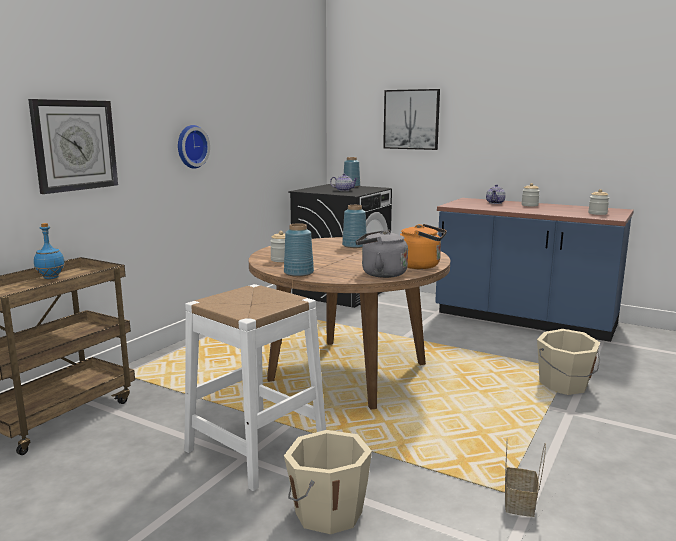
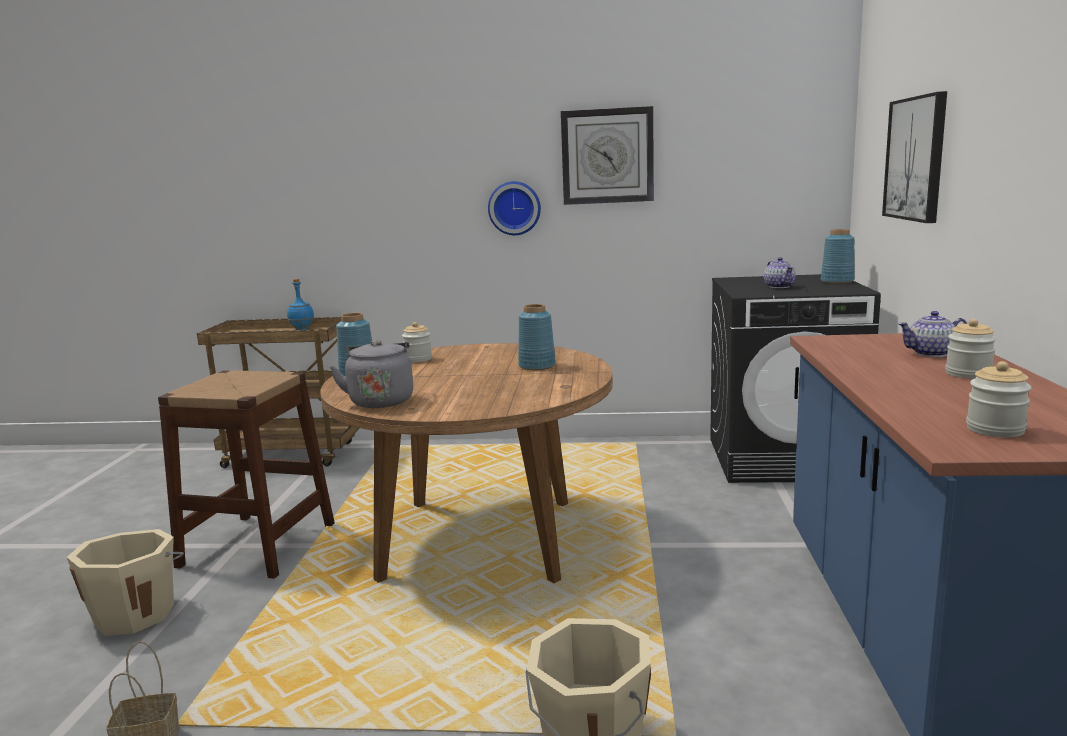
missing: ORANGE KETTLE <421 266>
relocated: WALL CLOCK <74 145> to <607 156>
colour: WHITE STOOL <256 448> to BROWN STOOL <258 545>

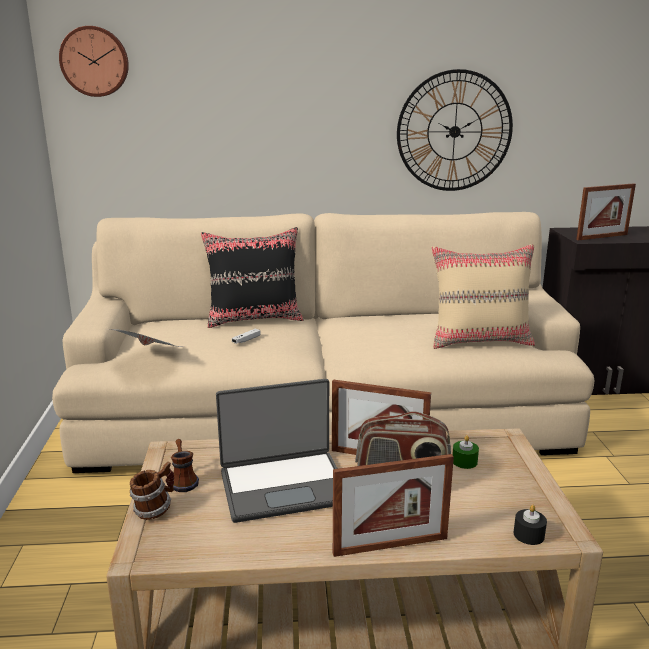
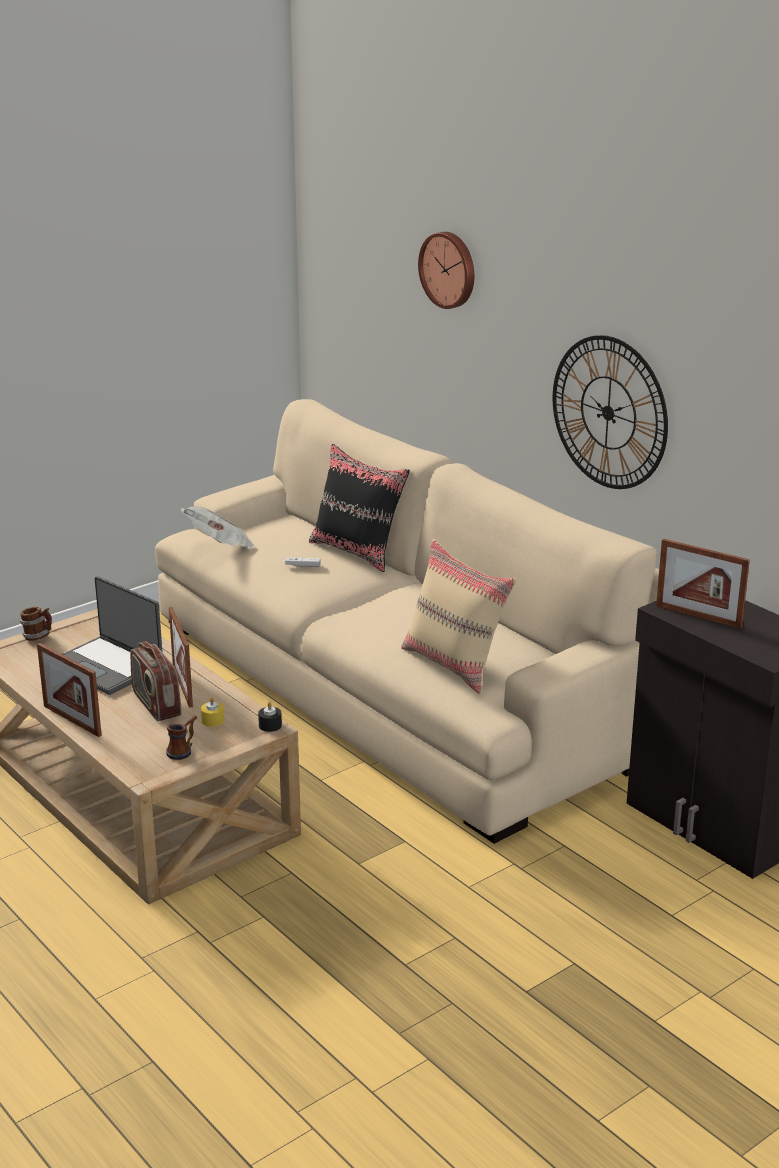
relocated: WALL CLOCK <95 61> to <449 269>; MUG <183 480> to <183 750>; BLACK CANDLE <528 534> to <270 725>
colour: GREEN CANDLE <464 461> to YELLOW CANDLE <213 720>

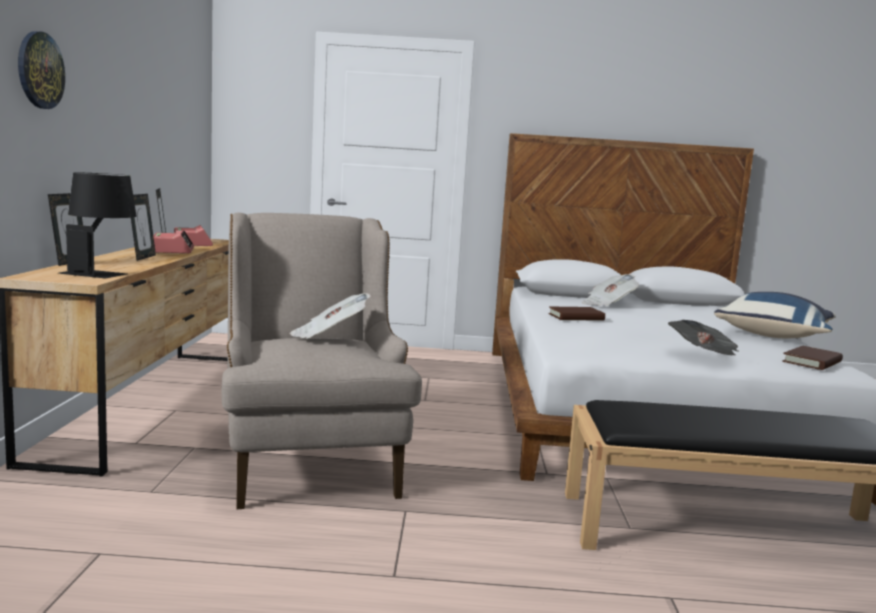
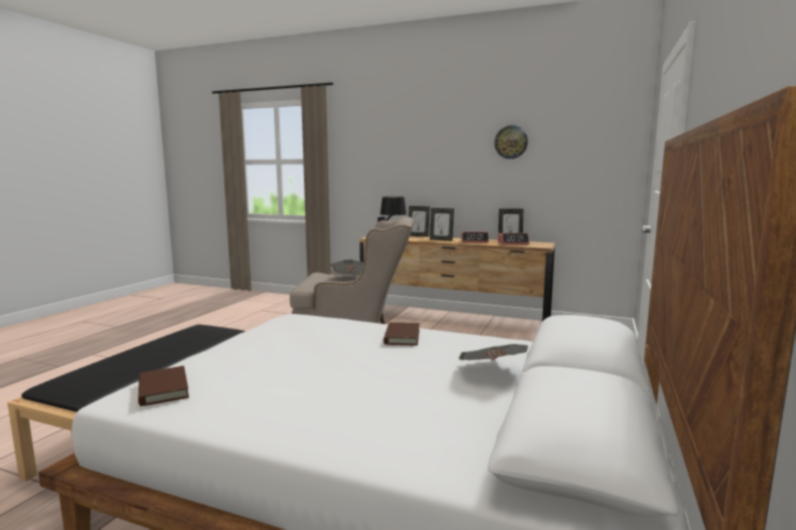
missing: NEWSPAPER <703 357>; BLUE PILLOW <774 336>
relocated: WALL CLOCK <39 70> to <511 142>

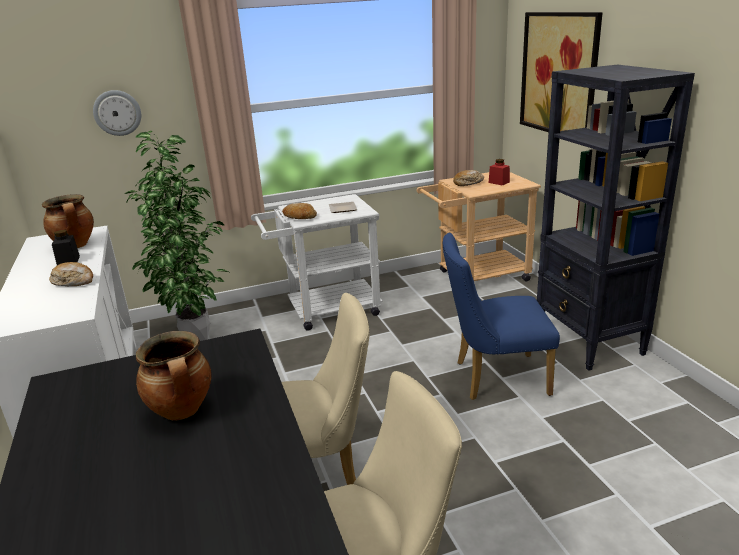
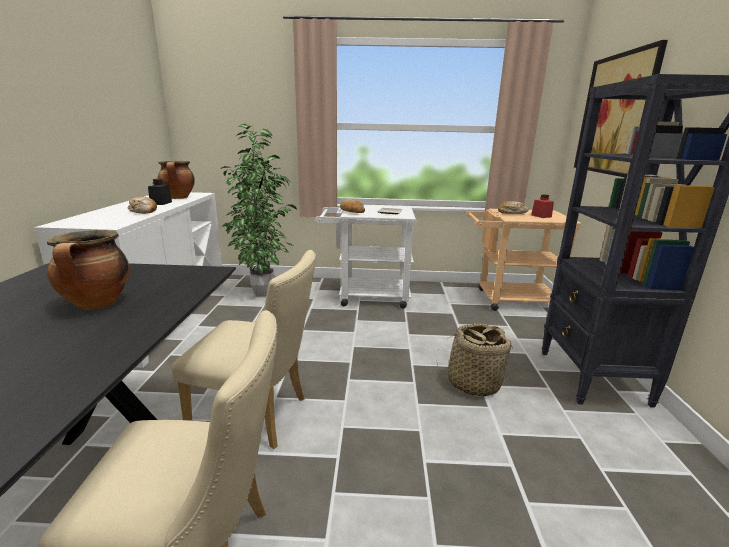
missing: WALL CLOCK <117 113>
exchanged: BLUE CHAIR <494 378> to BASKET <473 383>

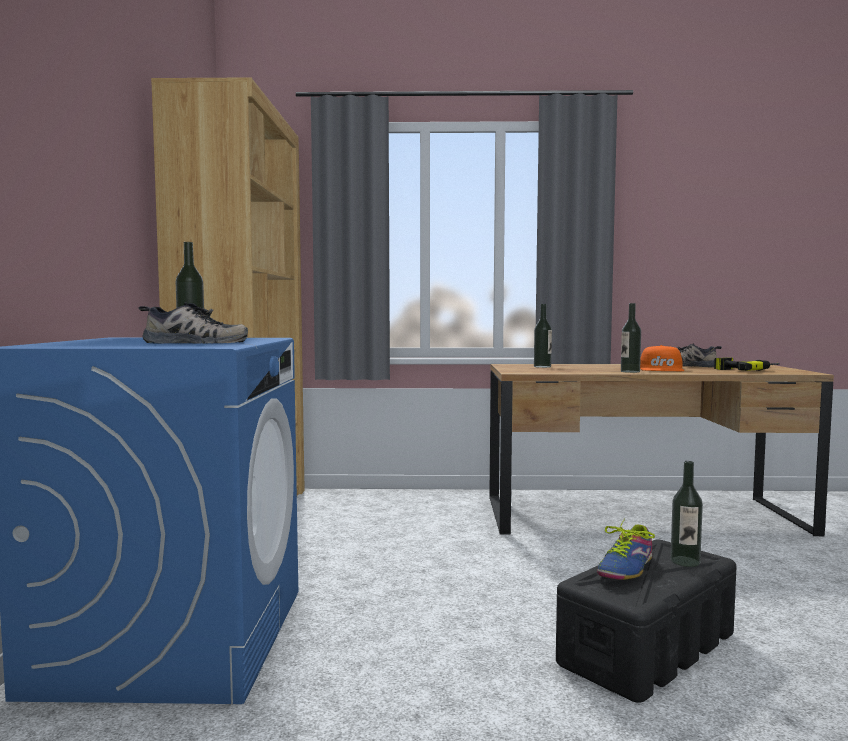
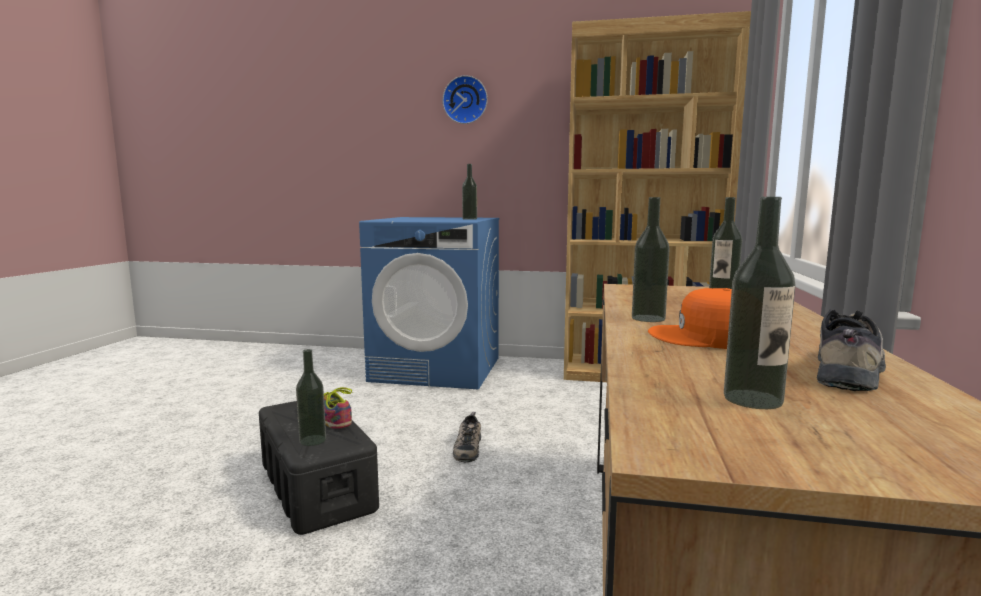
appeared: WALL CLOCK <465 100>
relocated: SHOE <193 342> to <467 447>
exchanged: POWER DRILL <746 369> to BOTTLE <753 399>

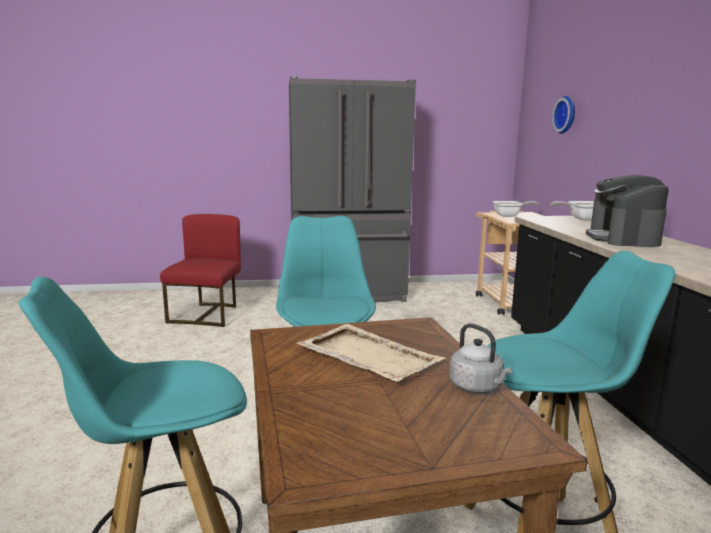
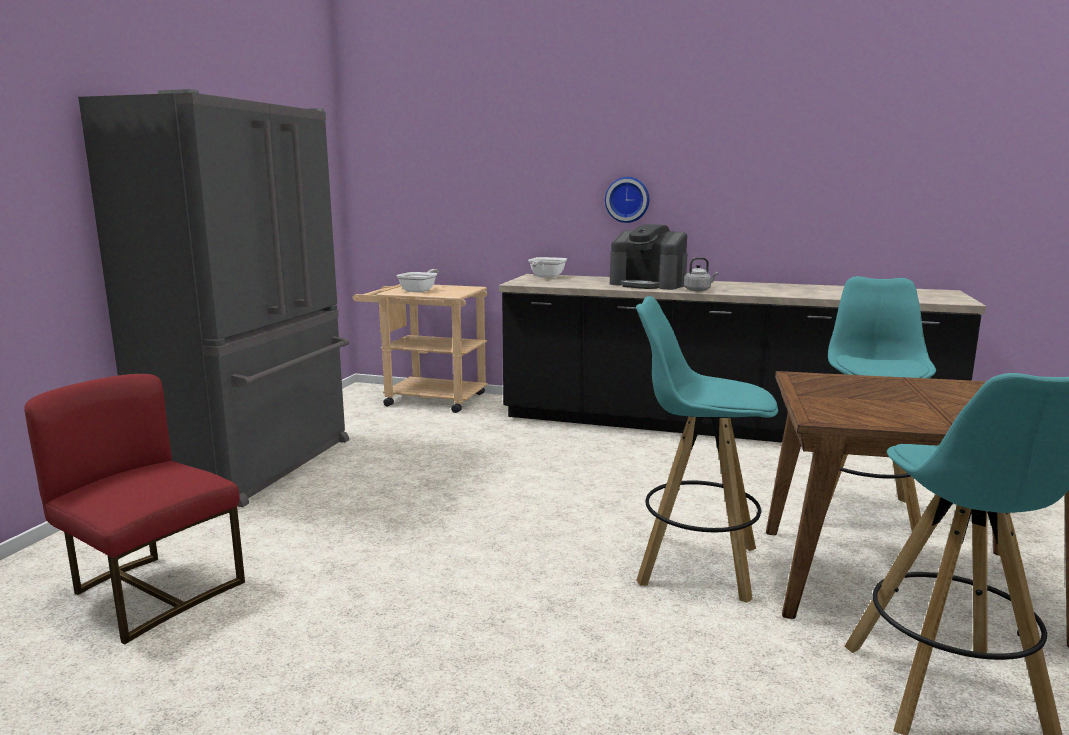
missing: BEIGE TRAY <368 356>
relocated: GREY KETTLE <478 387> to <698 290>; WALL CLOCK <566 115> to <627 199>

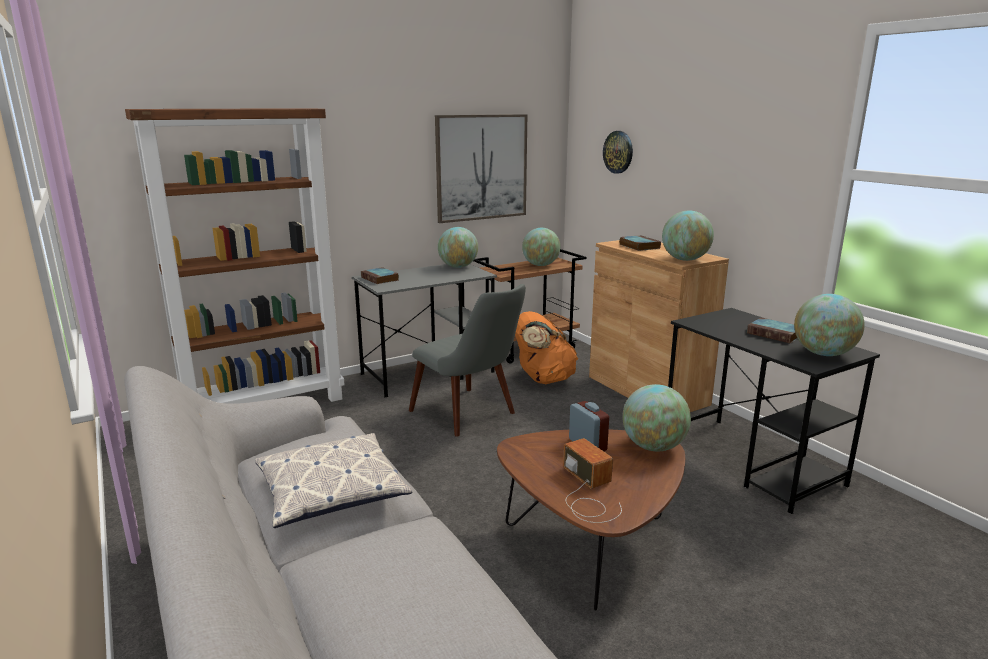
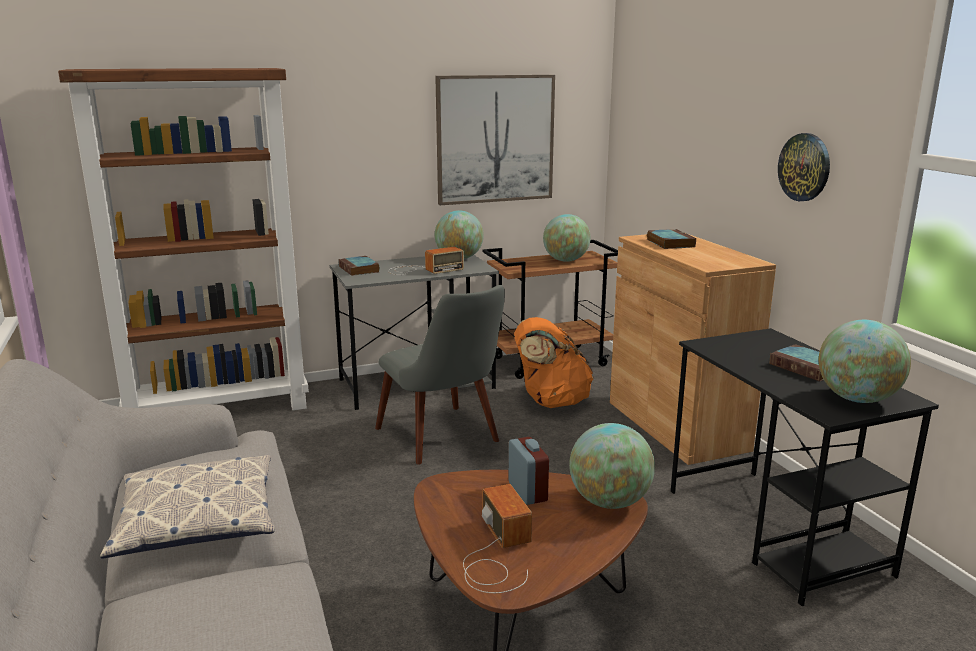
missing: GLOBE <685 260>
appeared: RADIO <422 270>
relocated: WALL CLOCK <618 152> to <804 167>

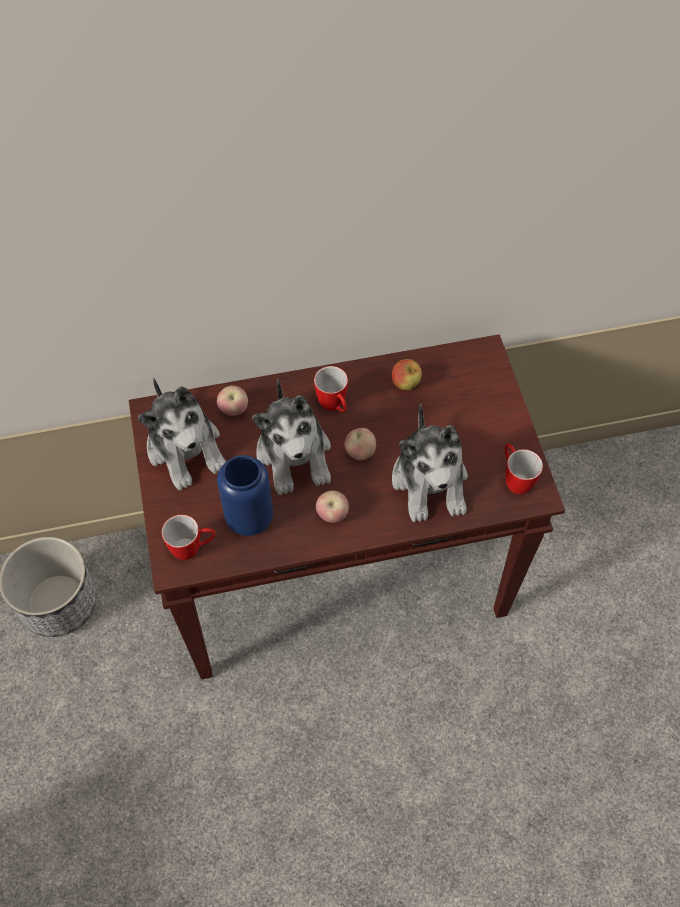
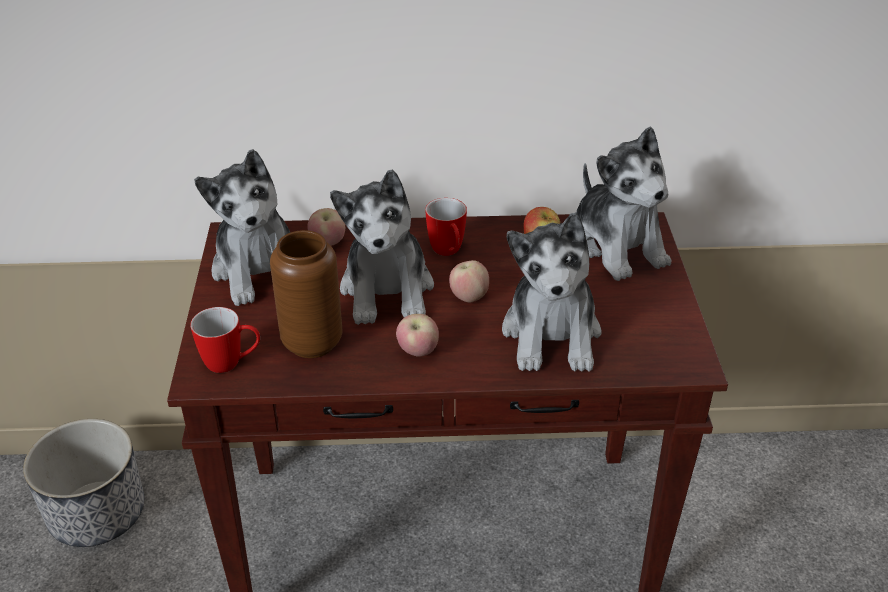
missing: MUG <514 479>
appeared: PLUSH TOY <617 246>
colour: BLUE VASE <249 518> to BROWN VASE <312 343>

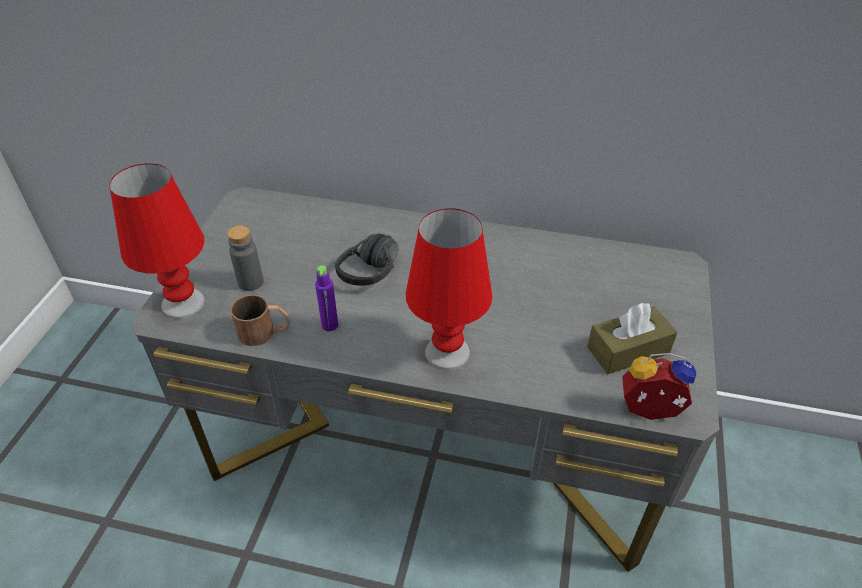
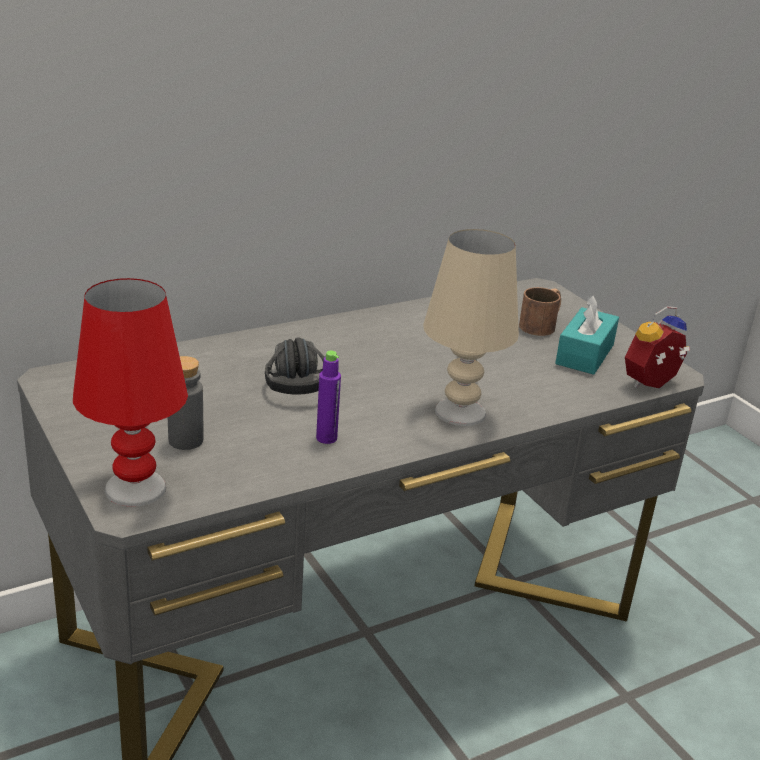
relocated: BROWN MUG <265 332> to <542 324>
colour: RED TABLE LAMP <446 352> to BEIGE TABLE LAMP <460 412>; BROWN TISSUE BOX <628 350> to TURQUOISE TISSUE BOX <584 354>

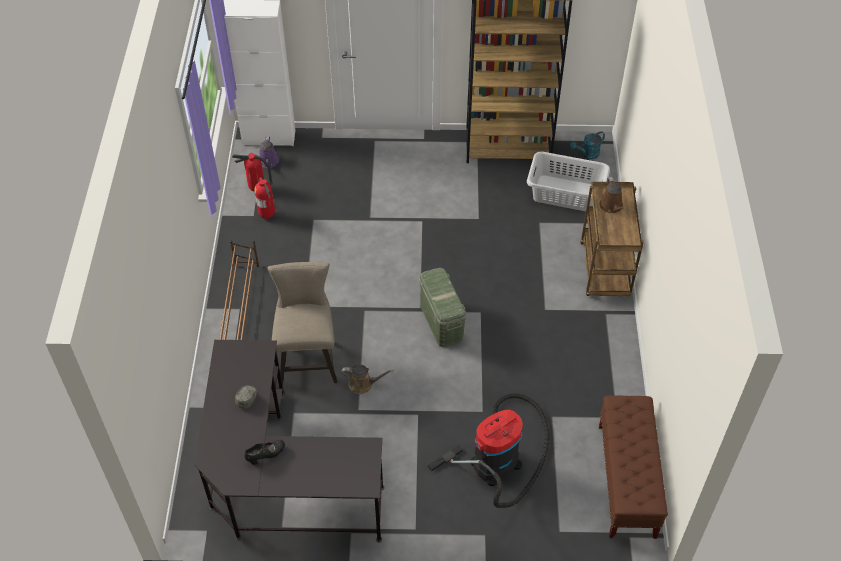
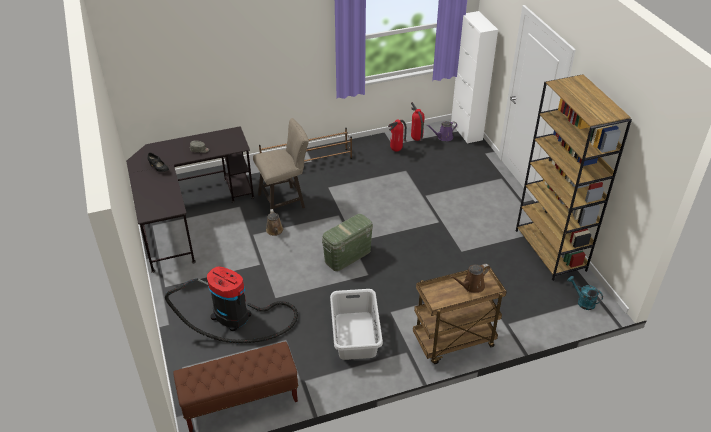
relocated: GREY LAUNDRY BASKET <566 194> to <355 336>

